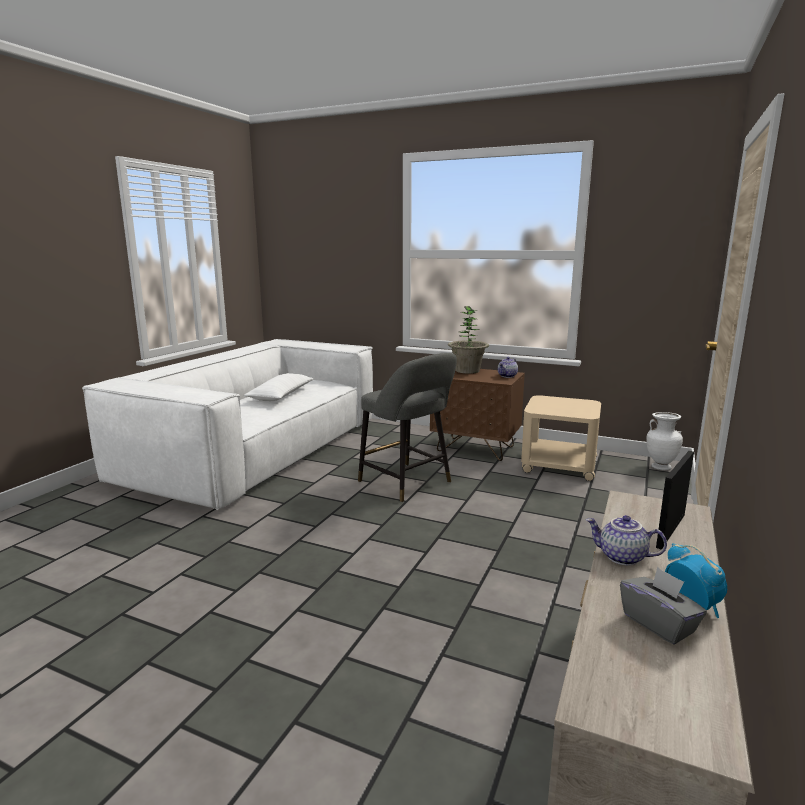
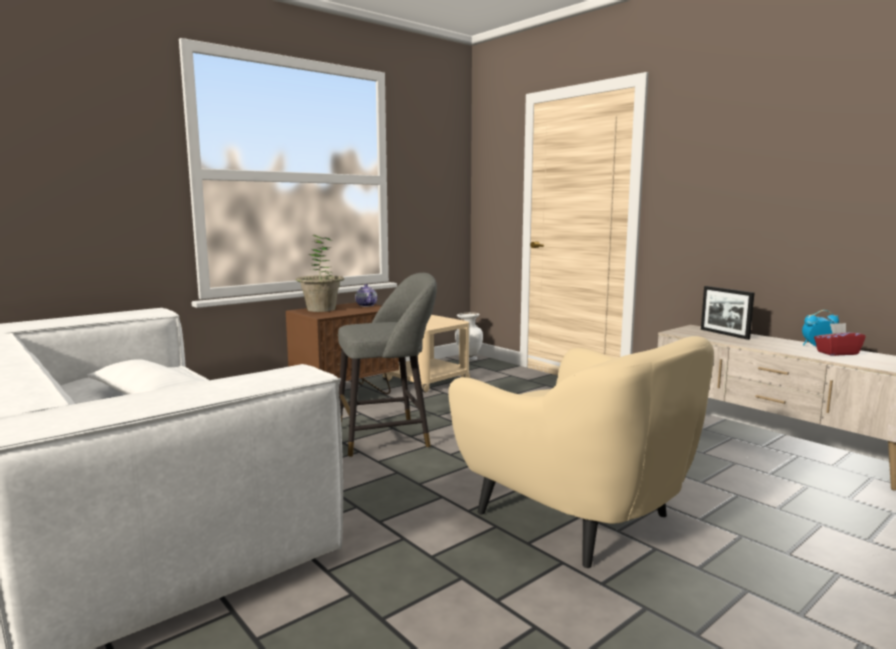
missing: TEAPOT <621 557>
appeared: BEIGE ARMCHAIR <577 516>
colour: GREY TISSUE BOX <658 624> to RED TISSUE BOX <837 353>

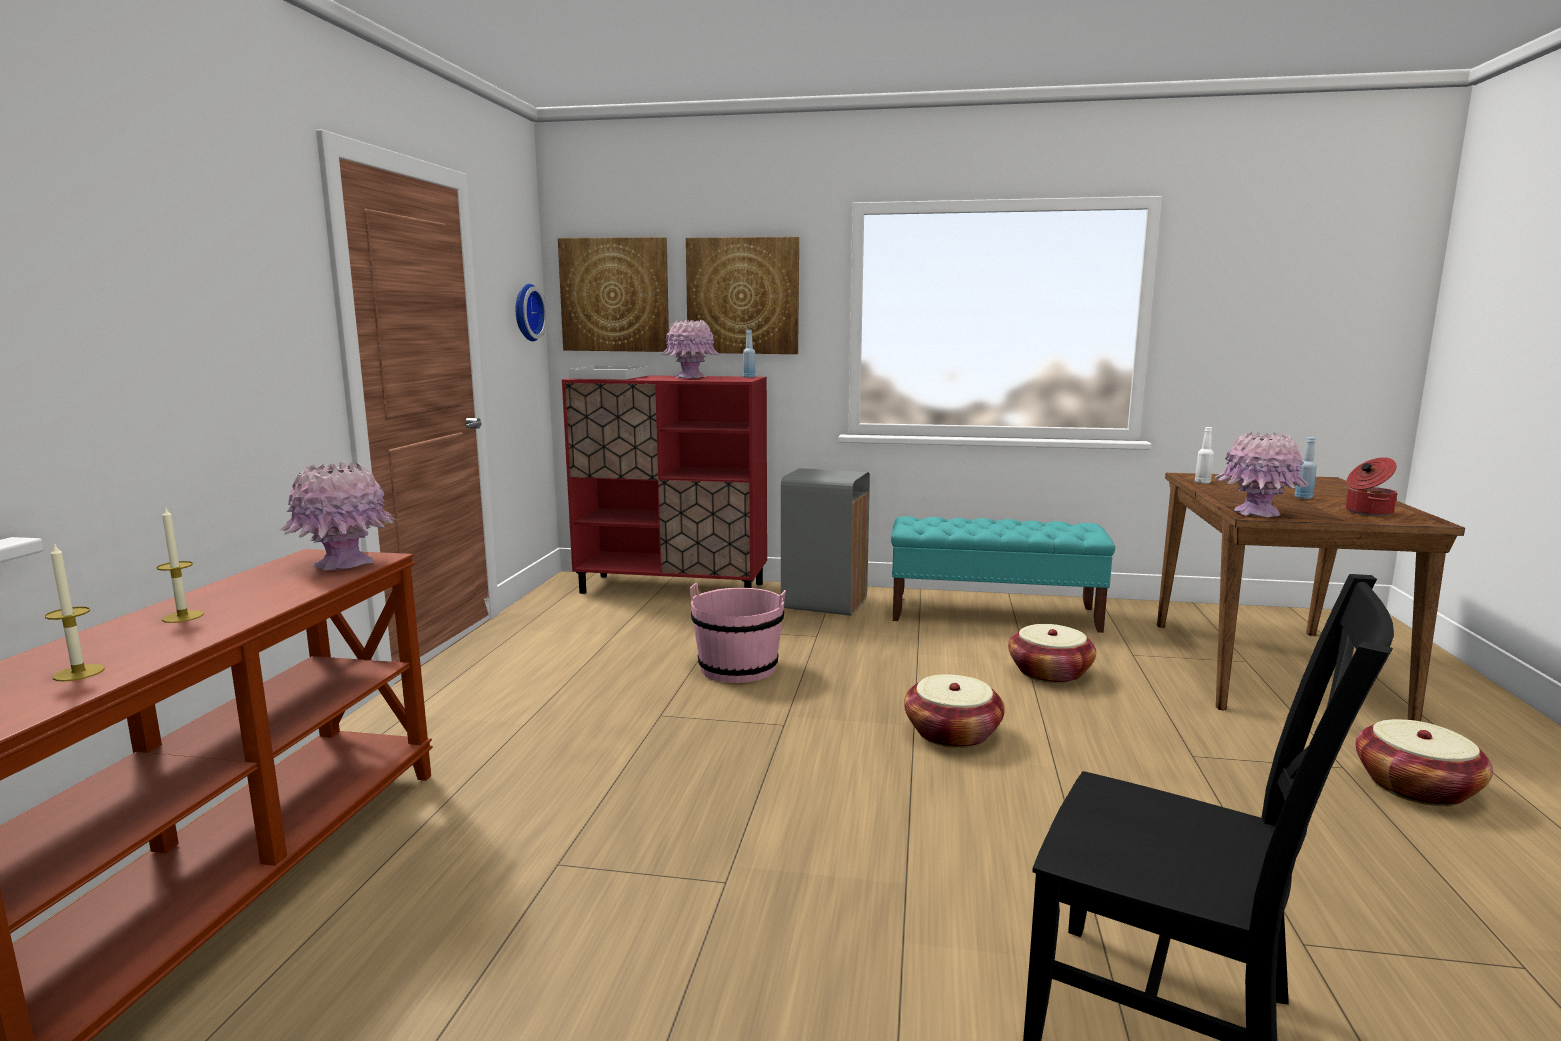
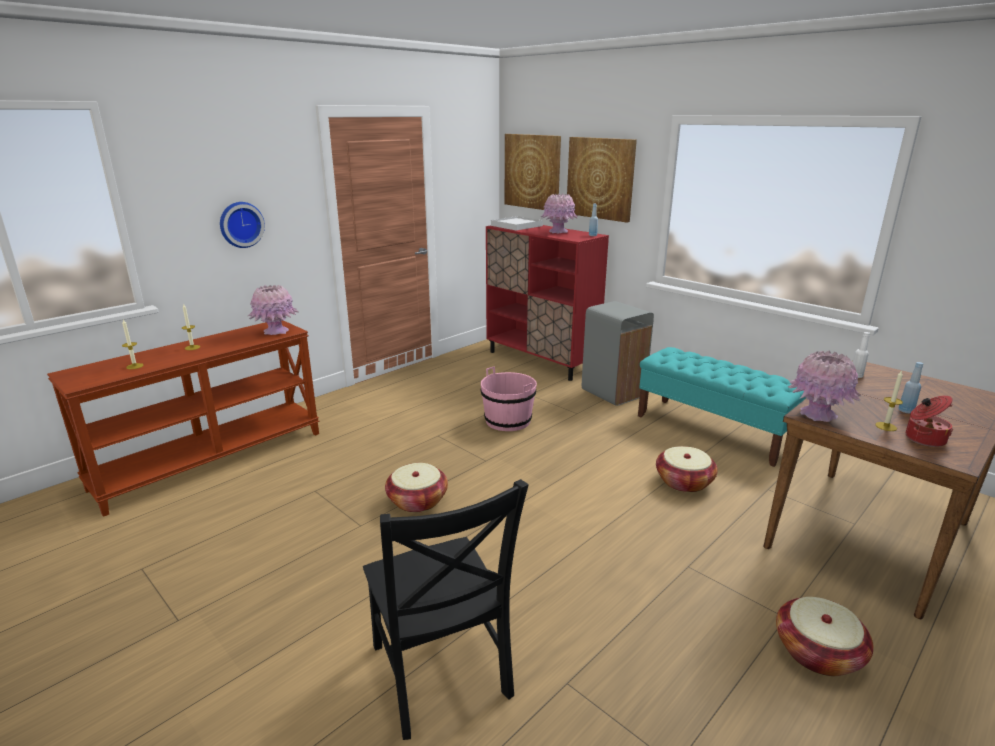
appeared: CANDLE <886 426>
relocated: WALL CLOCK <526 312> to <240 224>; BASKET <952 733> to <417 501>

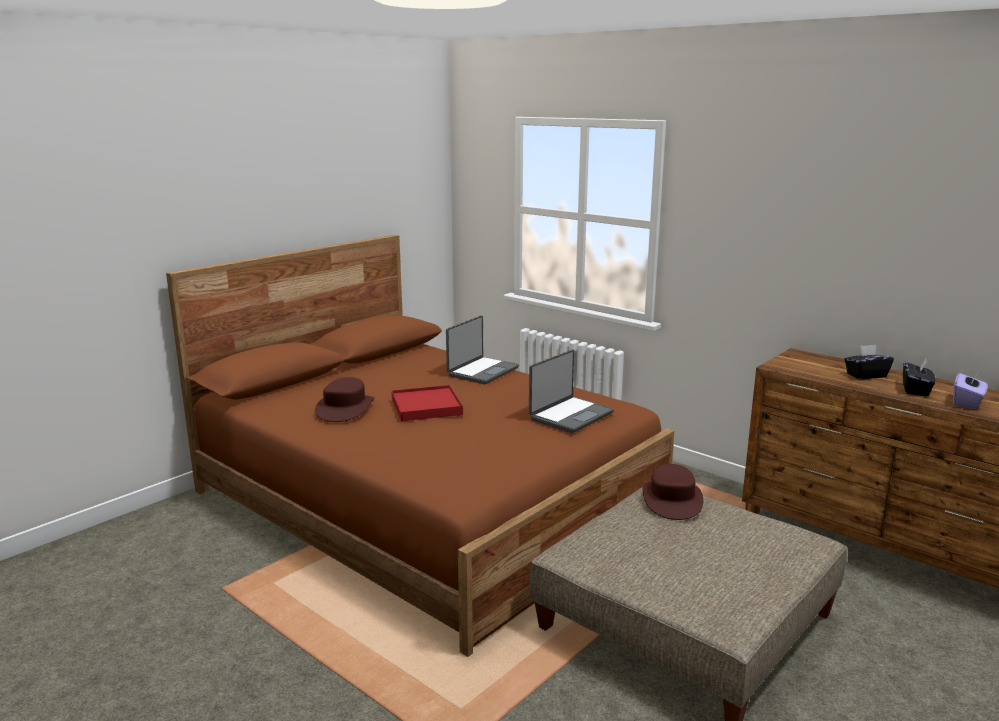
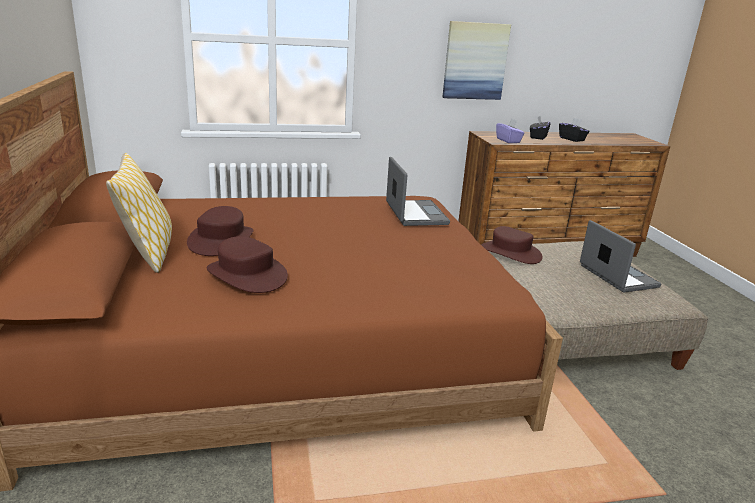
missing: RED TRAY <426 406>
appeared: PILLOW <148 254>; BROWN HAT <221 240>; PICTURE <475 61>
relocated: LAPTOP <482 371> to <617 276>; PURPLE TISSUE BOX <967 403> to <508 141>

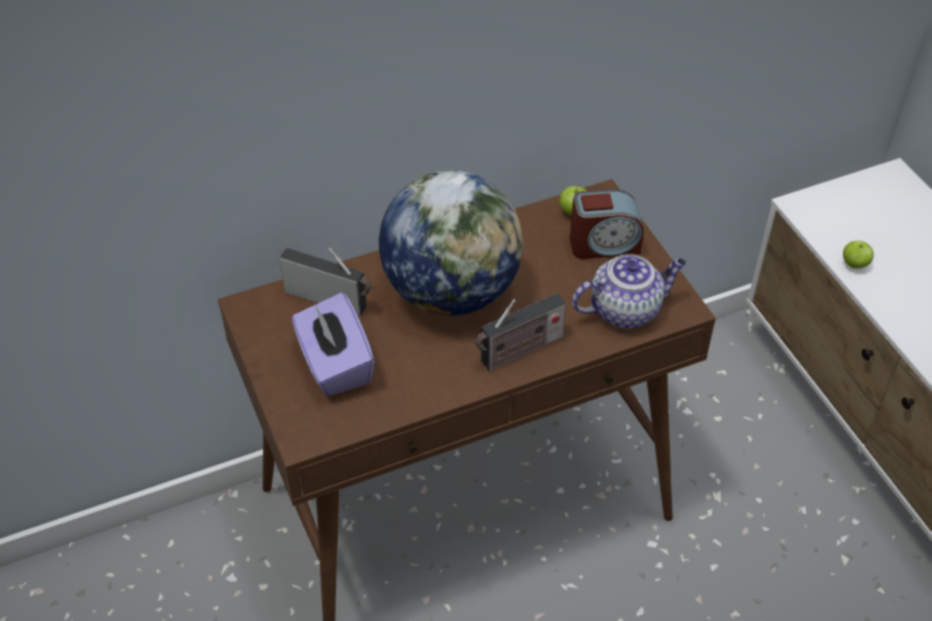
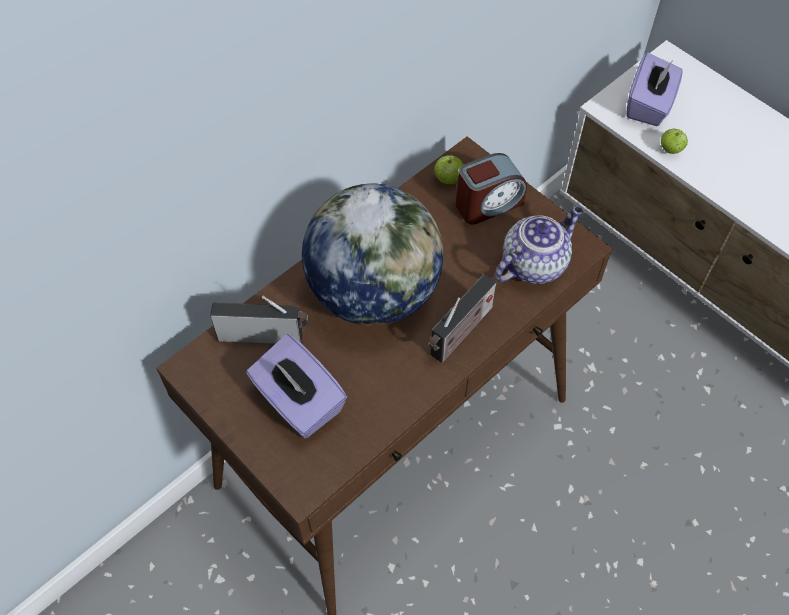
appeared: PURPLE TISSUE BOX <649 105>

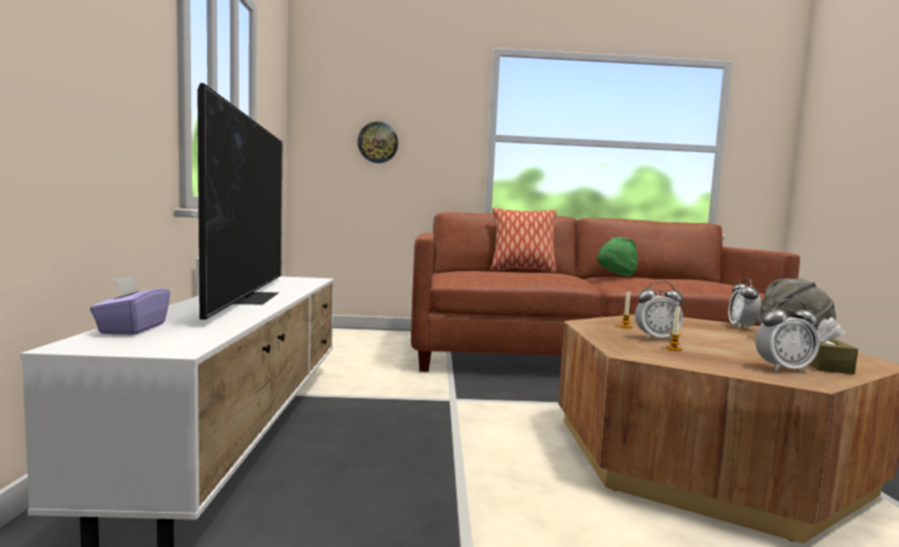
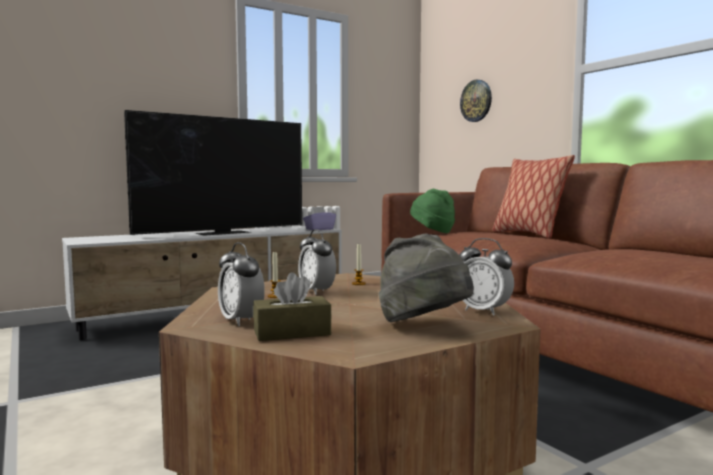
relocated: PURPLE TISSUE BOX <132 329> to <319 229>; GREEN HAT <616 276> to <432 232>
spun: ALARM CLOCK <742 327> = <483 311> 120 degrees counterclockwise

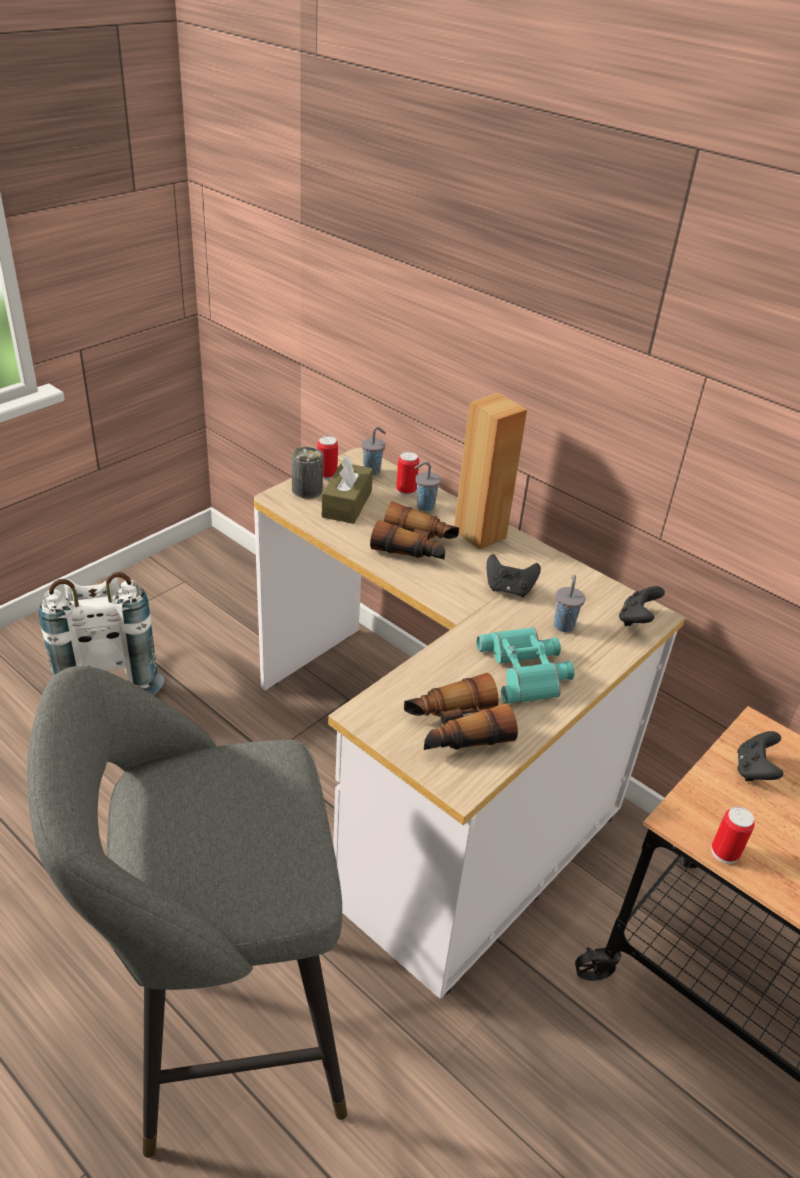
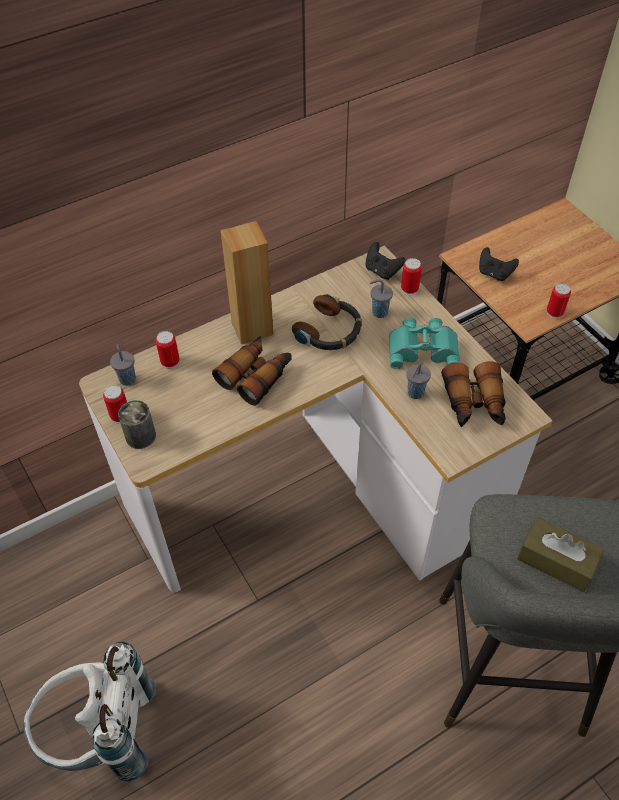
appeared: CAN <409 289>
relocated: BROWN TISSUE BOX <347 504> to <556 561>; GREY CUP <424 506> to <415 393>
exchanged: BLACK GAME CONTROLLER <509 589> to HEADPHONES <329 331>

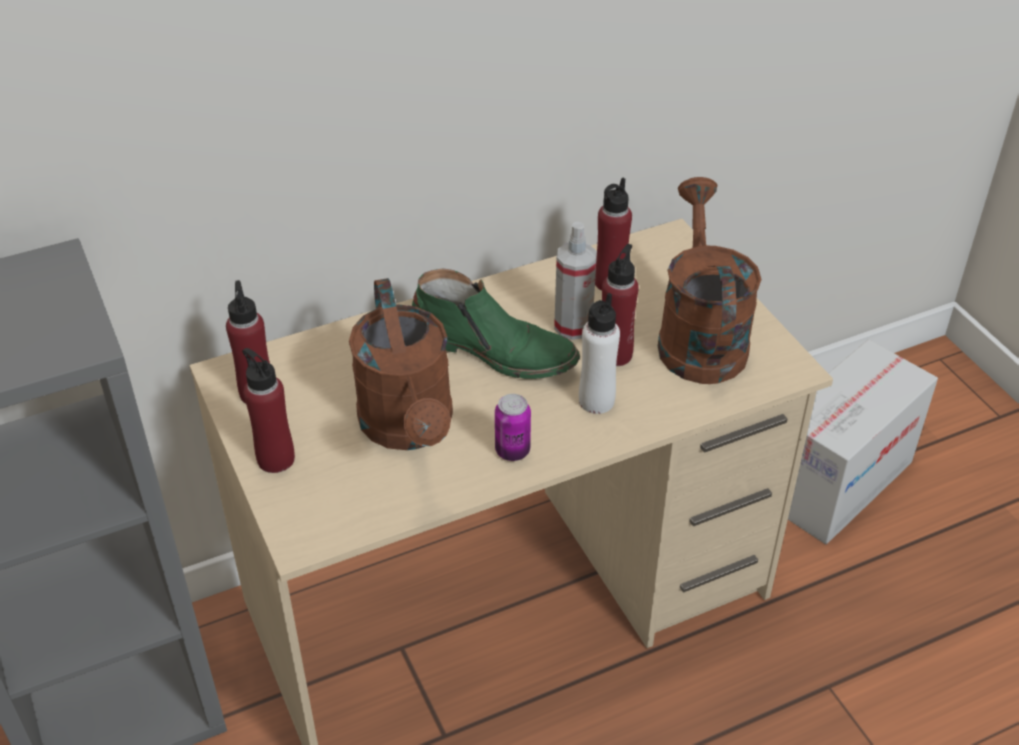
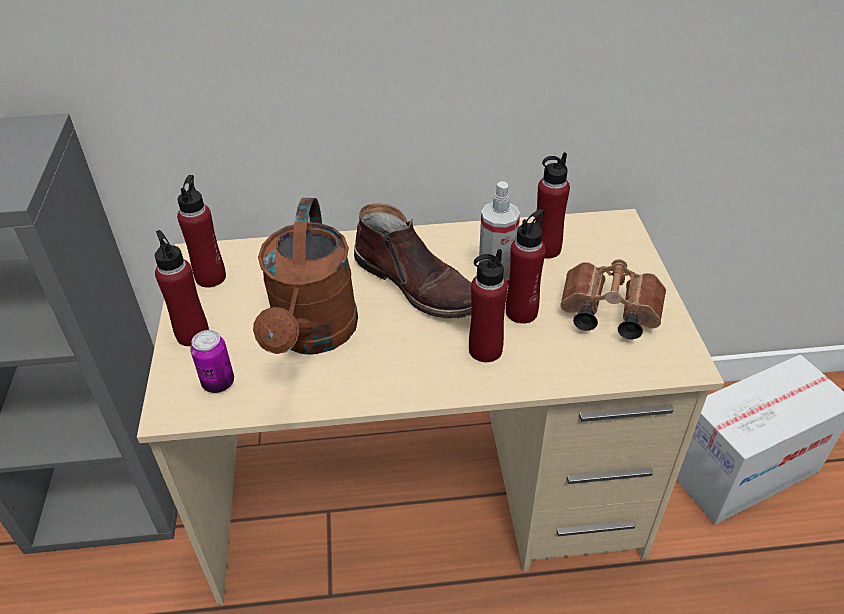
relocated: CAN <512 451> to <218 383>
exchanged: BROWN WATERING CAN <699 337> to BROWN BINOCULARS <606 313>
colour: GREEN BOOT <494 349> to BROWN BOOT <418 284>; WHITE BOTTLE <596 401> to RED BOTTLE <485 350>

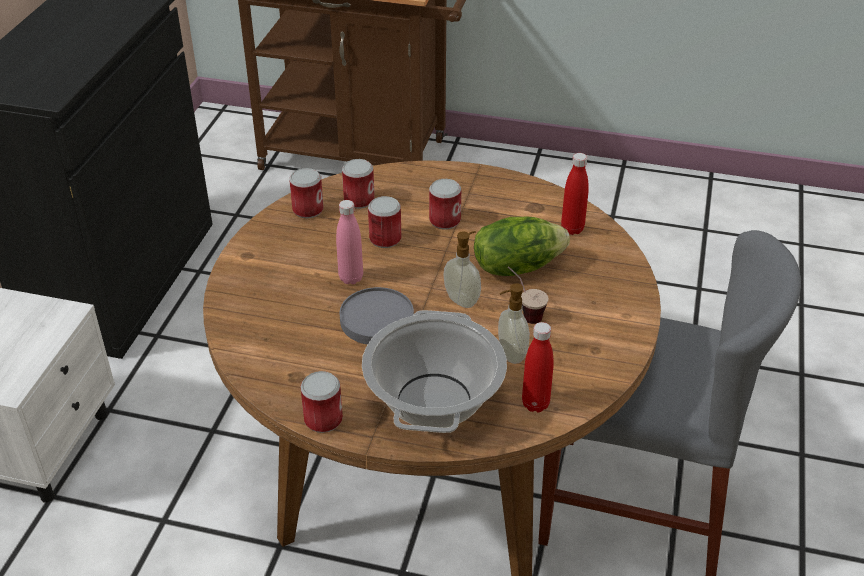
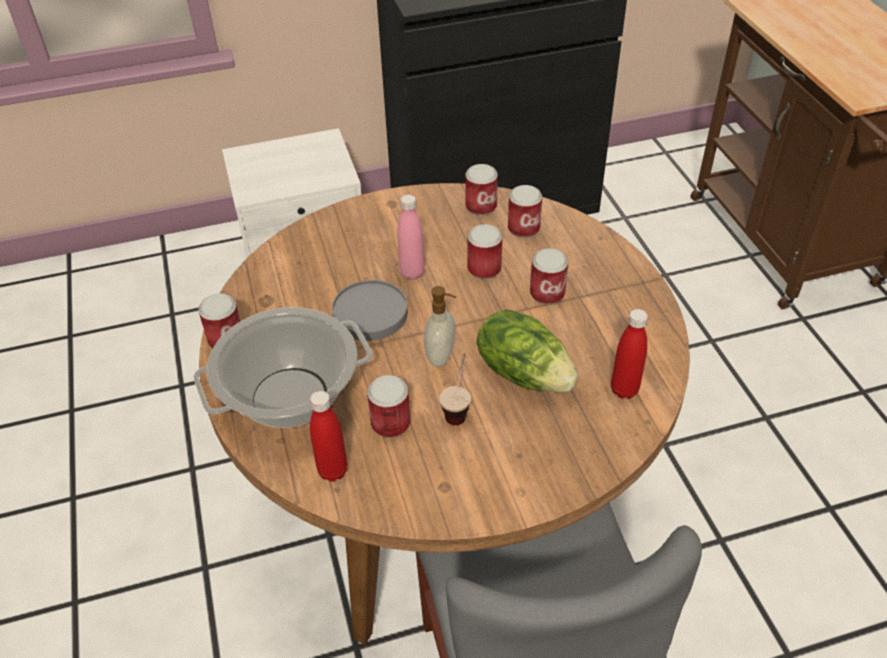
exchanged: SOAP DISPENSER <510 354> to CAN <390 423>

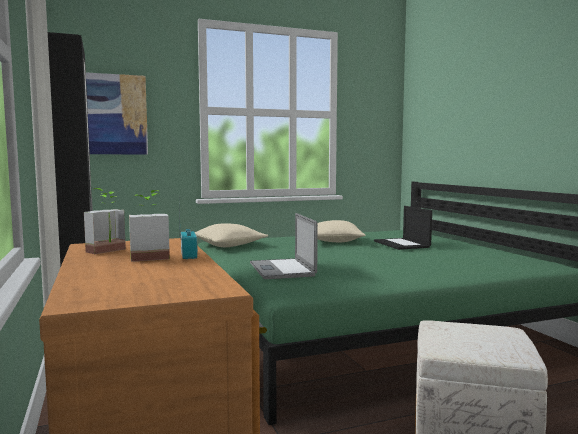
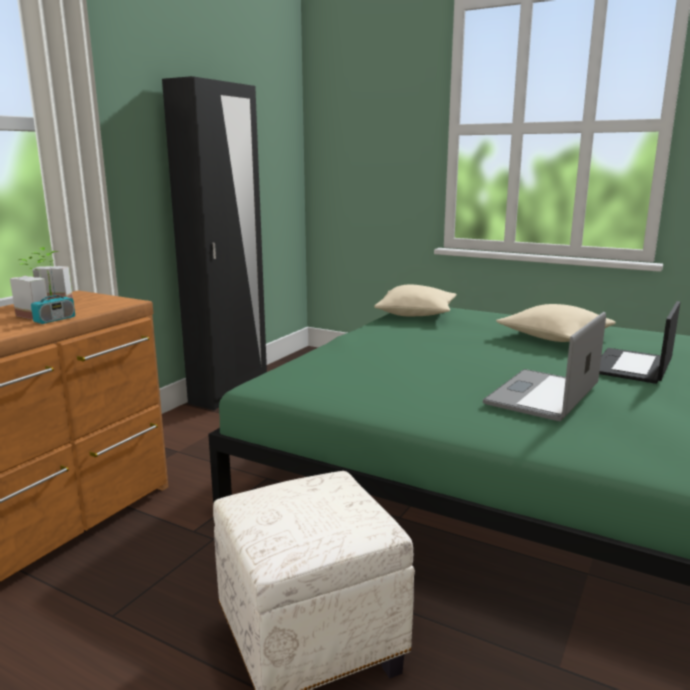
missing: PICTURE <116 114>
relocated: LAPTOP <281 269> to <542 395>

